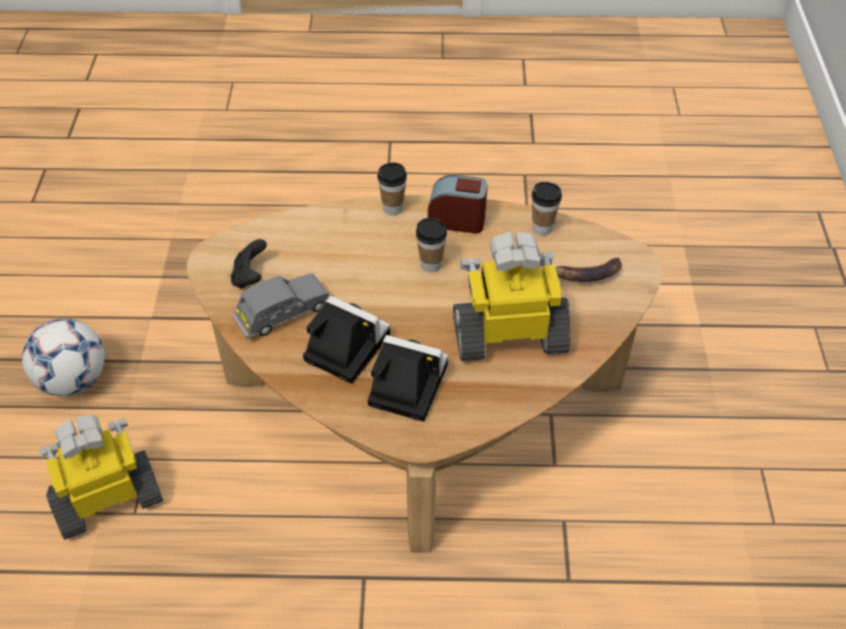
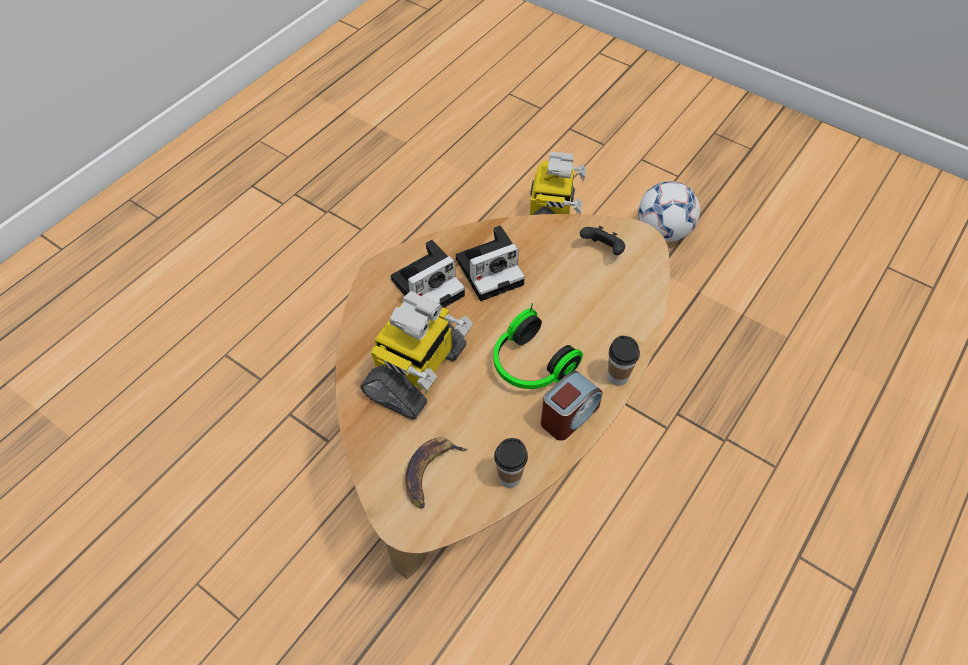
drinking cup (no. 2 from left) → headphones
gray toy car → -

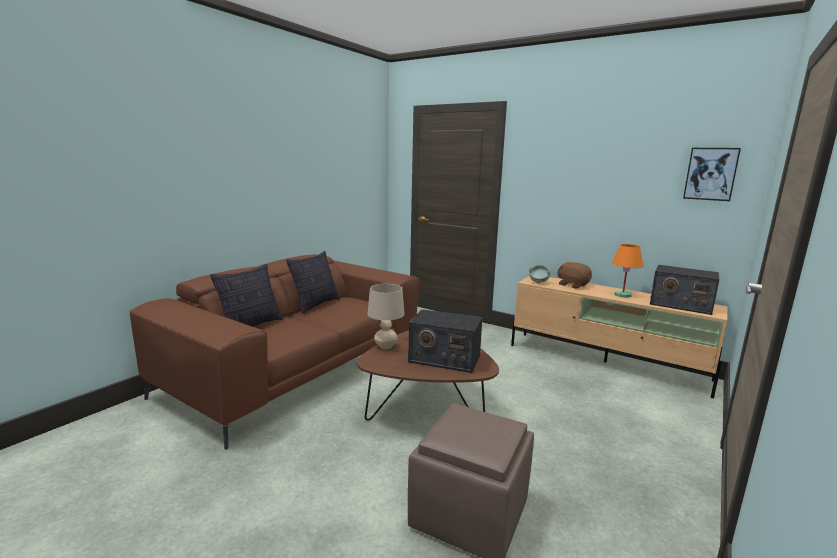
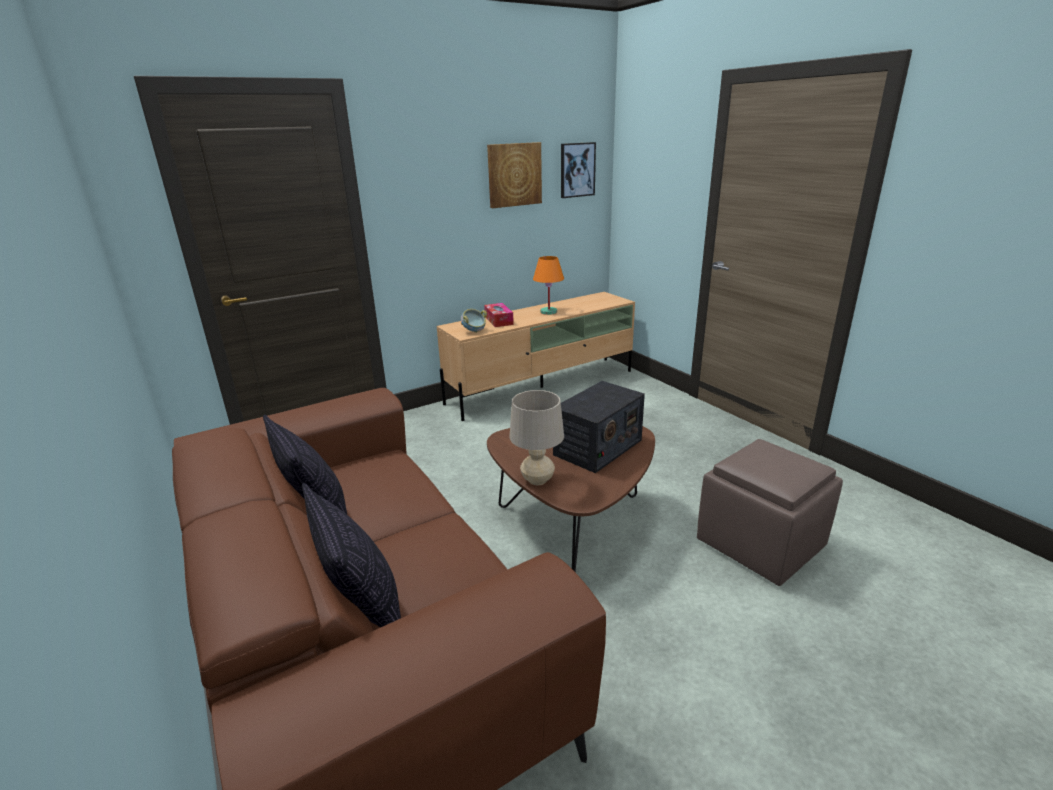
brown soft toy → tissue box
- → wall art (no. 1 from left)
radio (no. 2 from left) → -

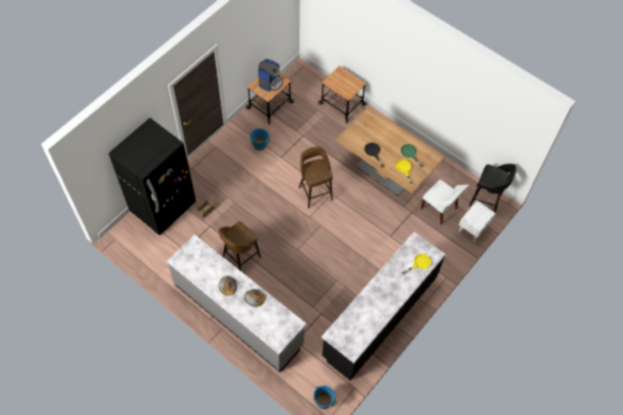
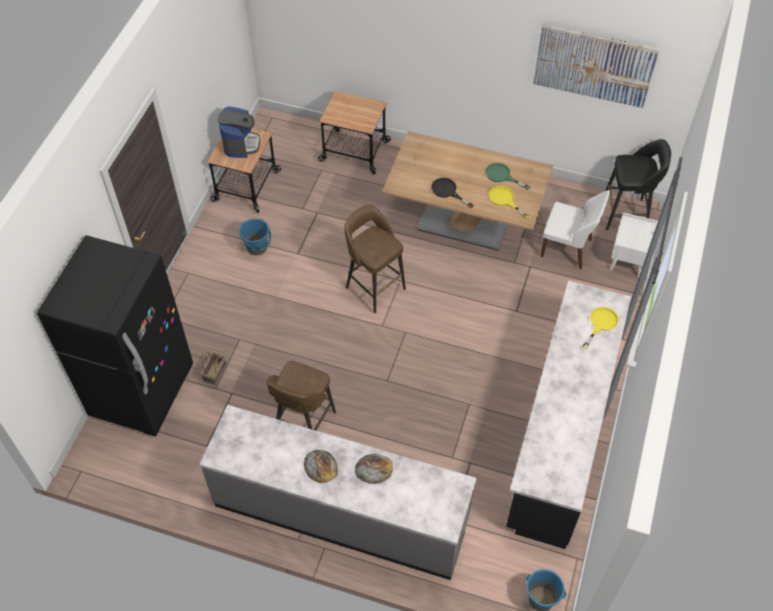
- → wall art

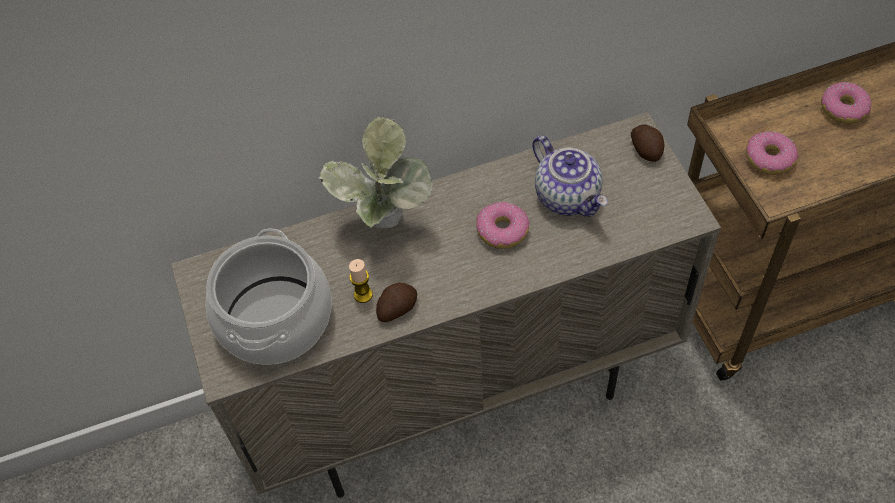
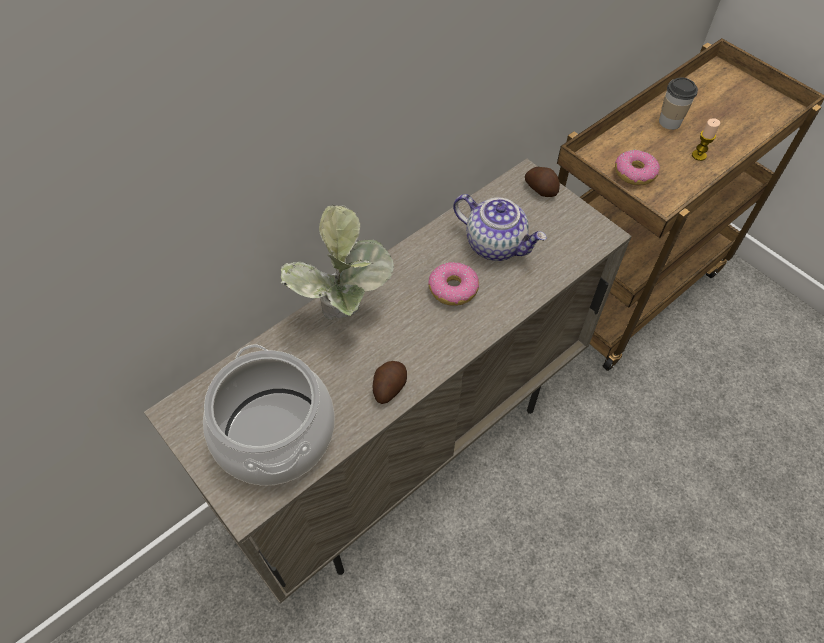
doughnut (no. 3 from left) → drinking cup
wax light, relocated

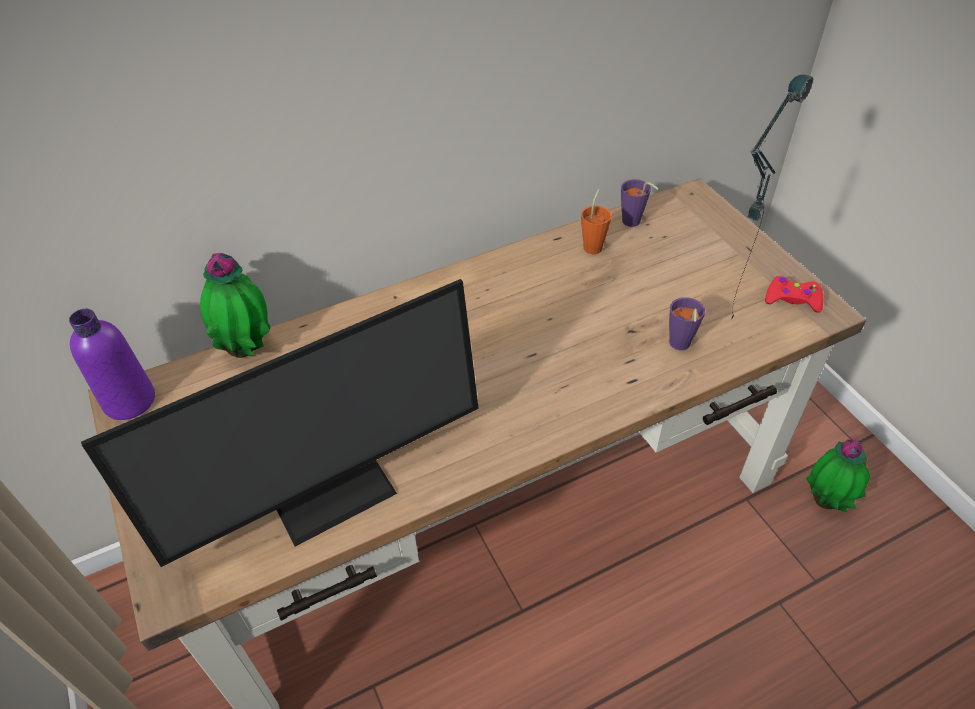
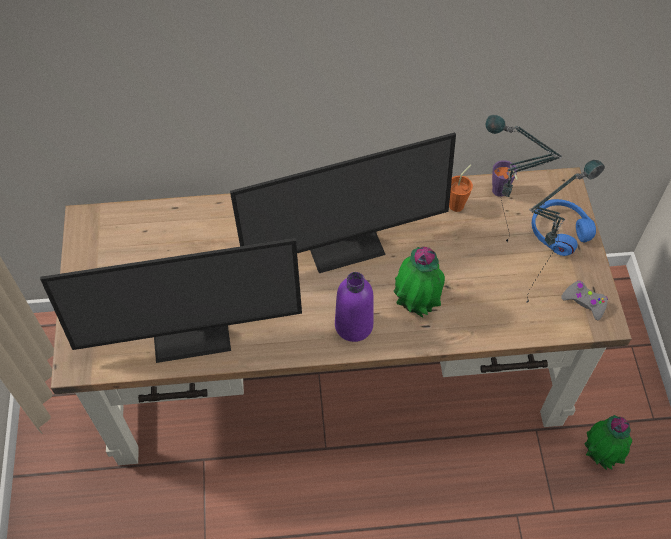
- → computer display (no. 2 from left)
purple-coloured bottle, relocated
houseplant (no. 1 from left), relocated
- → lamp for a table (no. 1 from left)
- → blue headphones
red joypad → gray joypad
purple-coloured drinking cup (no. 2 from left) → -

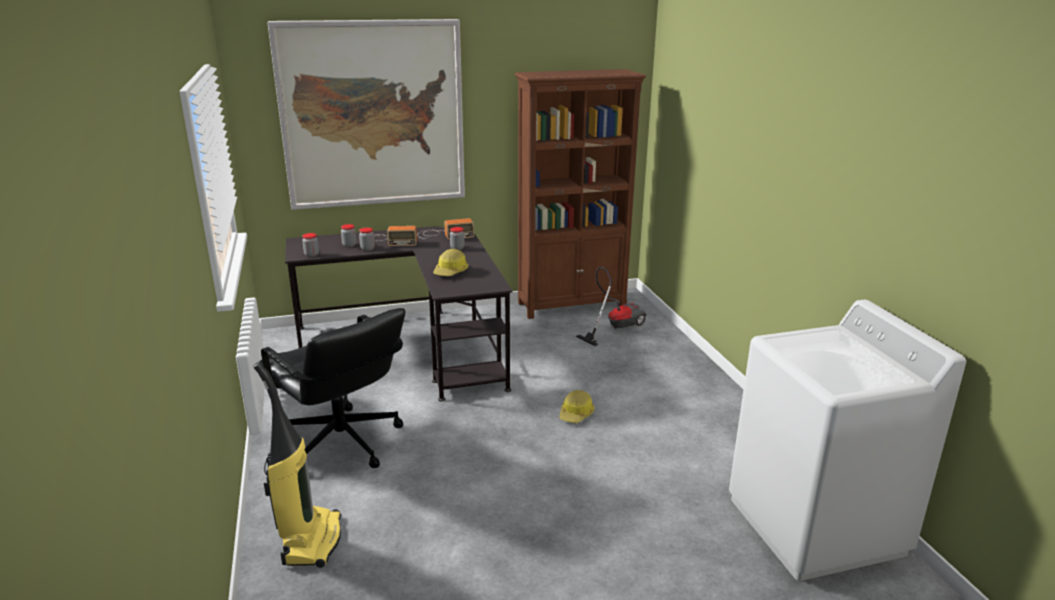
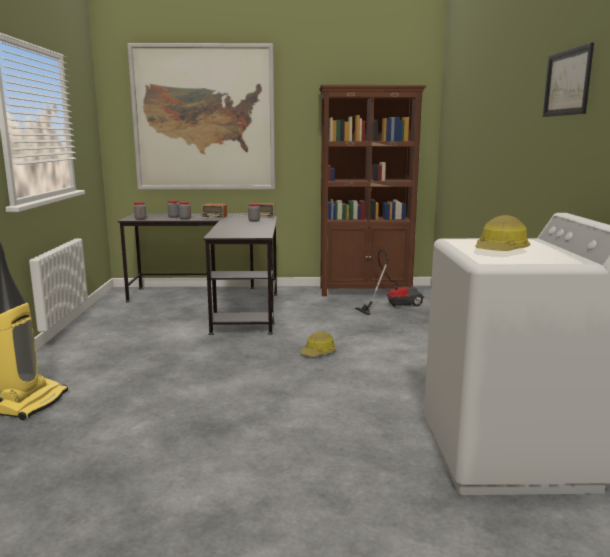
safety helmet (no. 1 from left in the first image) → safety helmet (no. 2 from left), relocated
- → wall art (no. 2 from left)
black computer chair → -

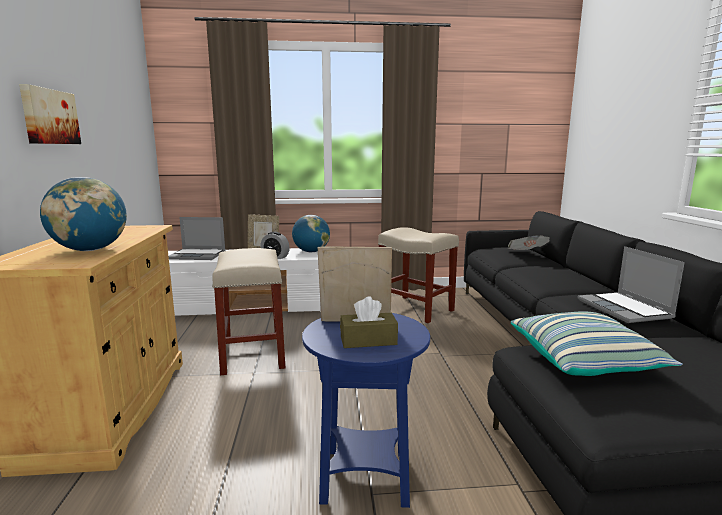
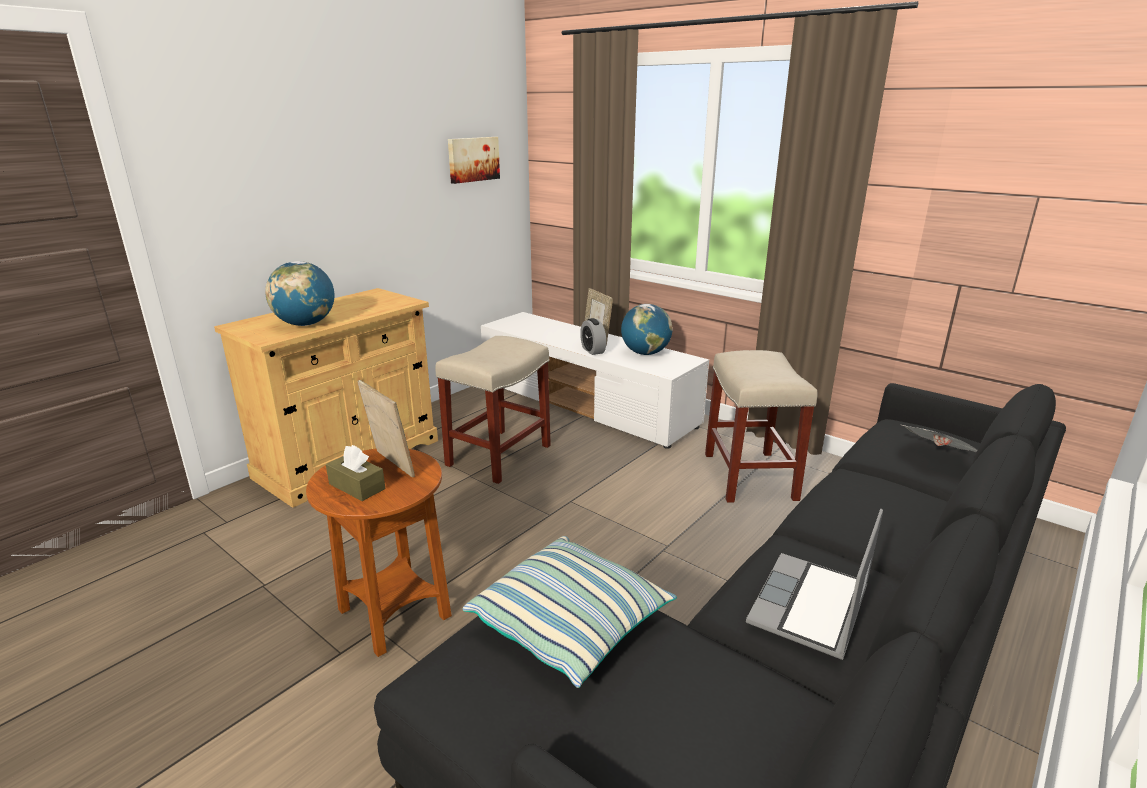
blue end table → brown end table
wall art, relocated
portable computer (no. 1 from left) → -

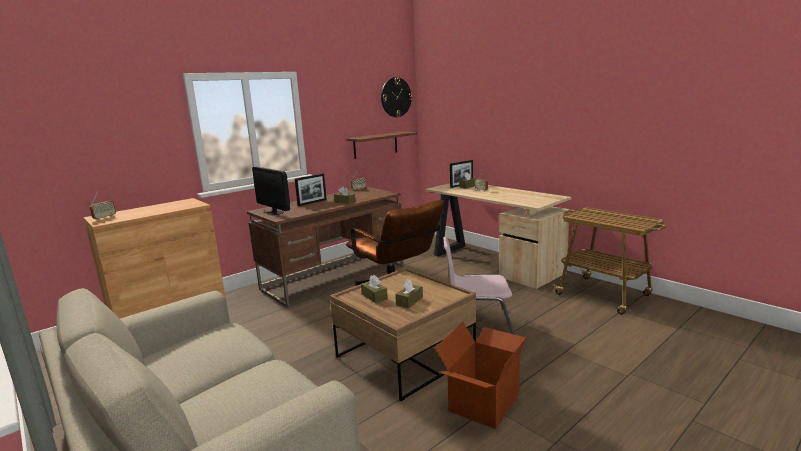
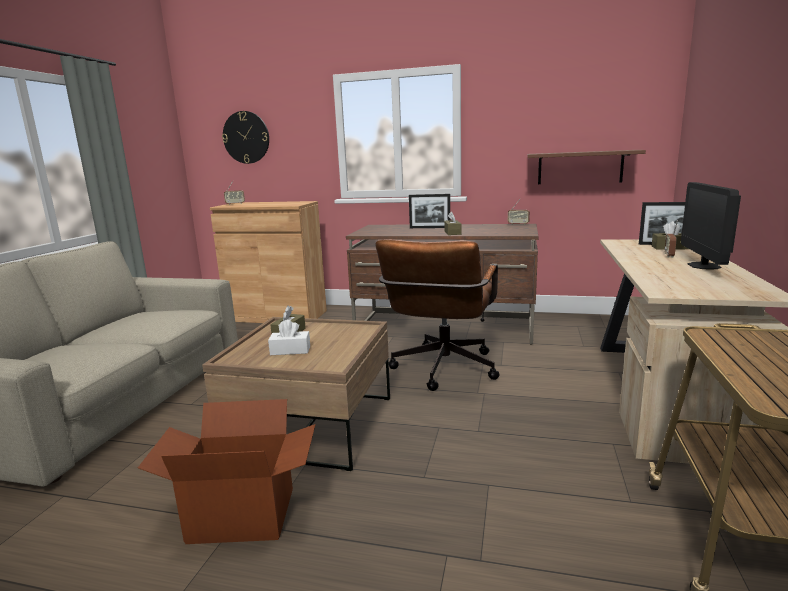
clock on the wall, relocated
brown tissue box (no. 3 from left) → white-coloured tissue box
computer display, relocated
pink-coloured chair → -

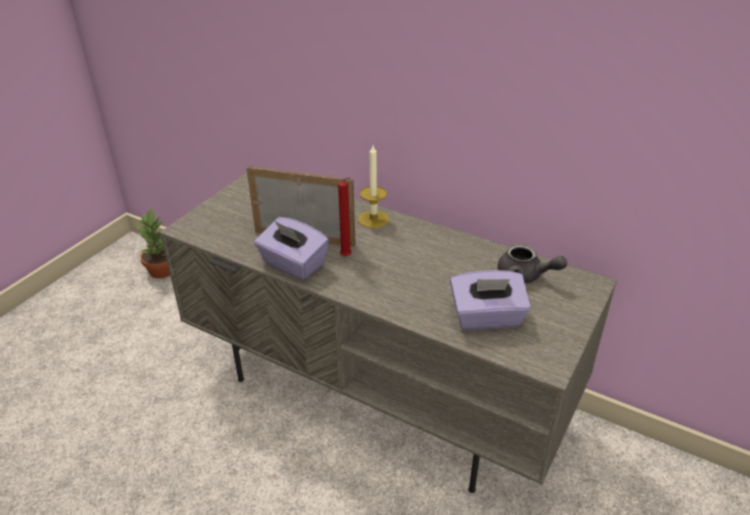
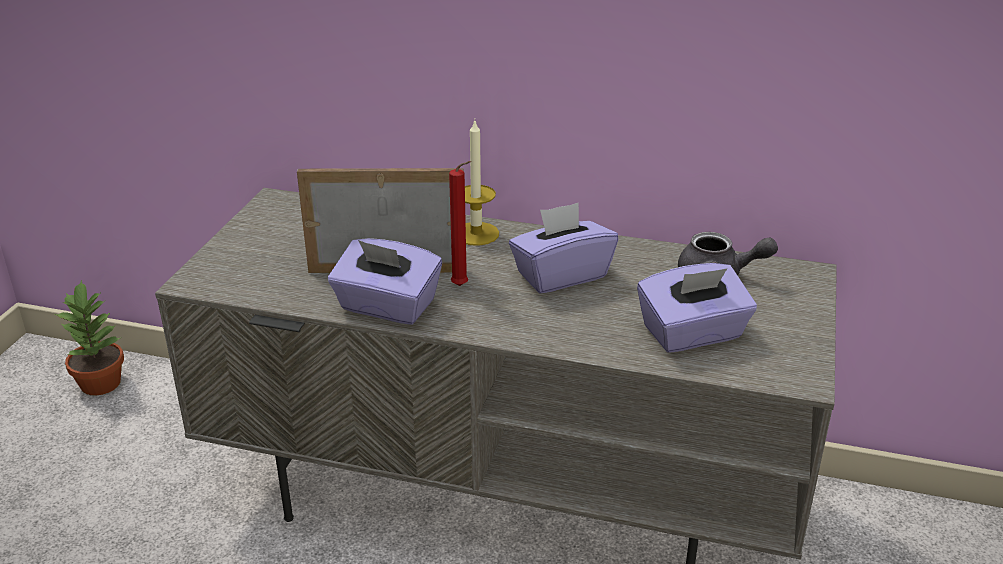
- → purple-coloured tissue box (no. 2 from left)

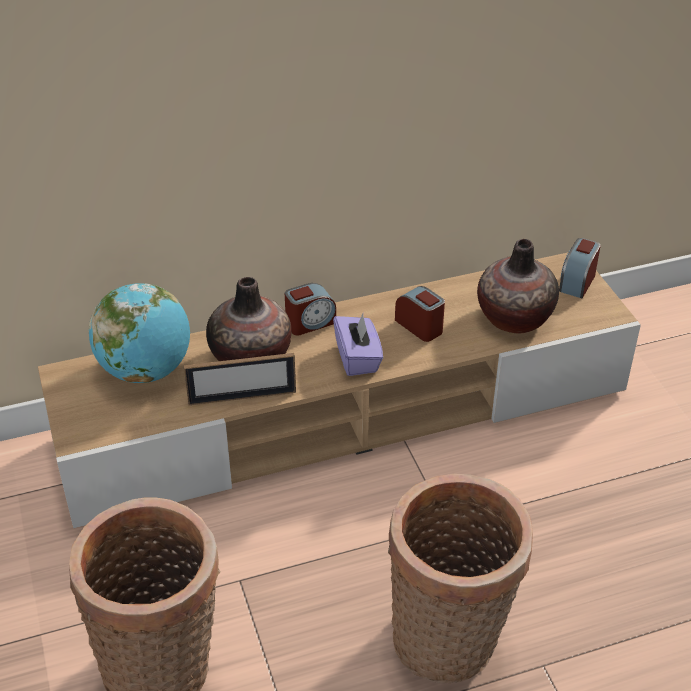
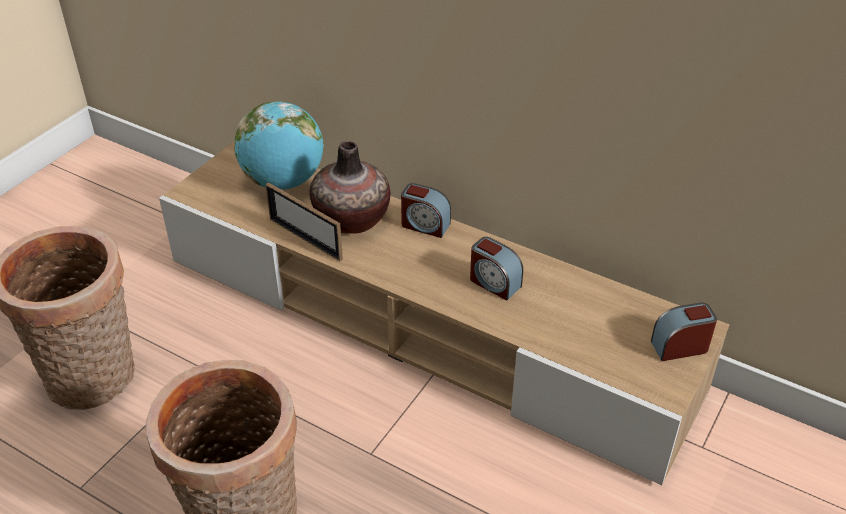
bedside clock (no. 2 from left), 120 degrees clockwise
purple-coloured tissue box → -
flower vase (no. 2 from left) → -

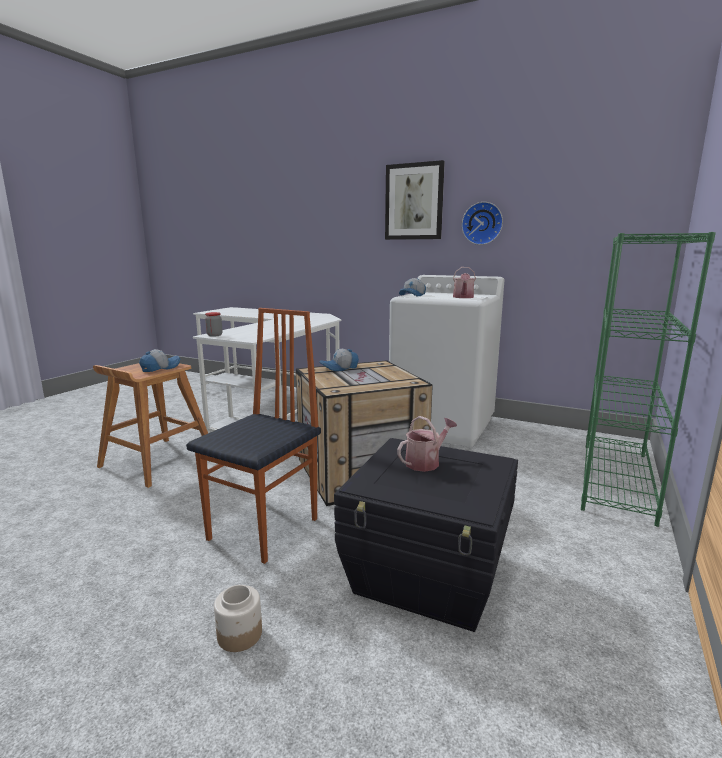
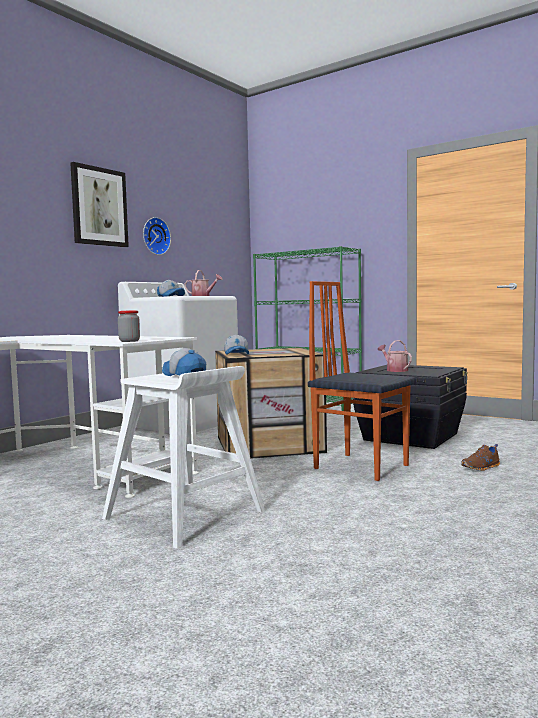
brown stool seat → white-coloured stool seat
jar (no. 2 from left) → brown shoe

